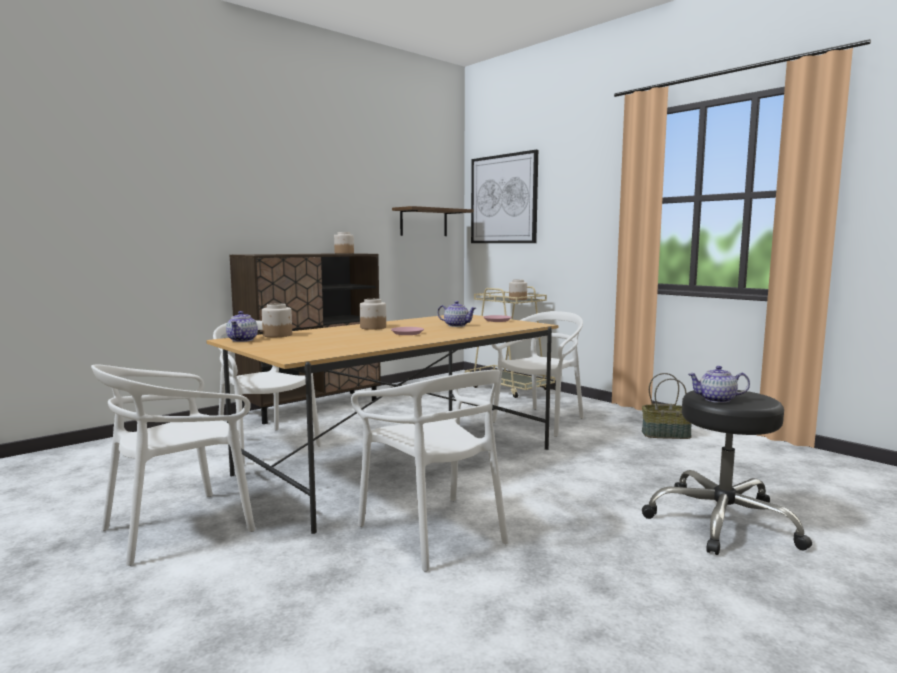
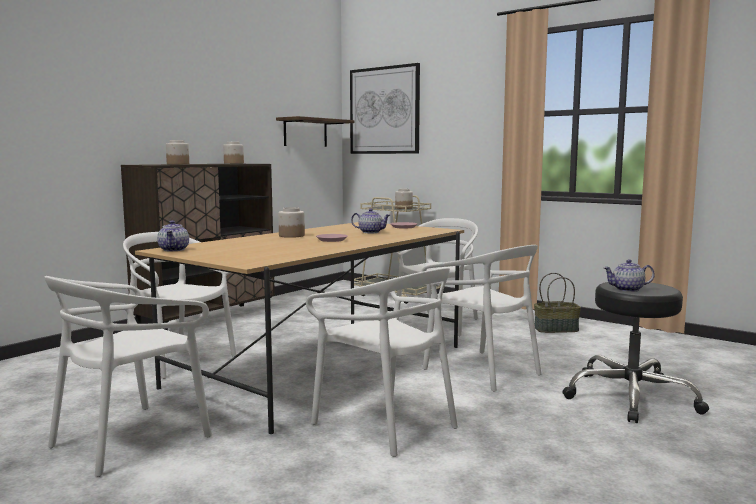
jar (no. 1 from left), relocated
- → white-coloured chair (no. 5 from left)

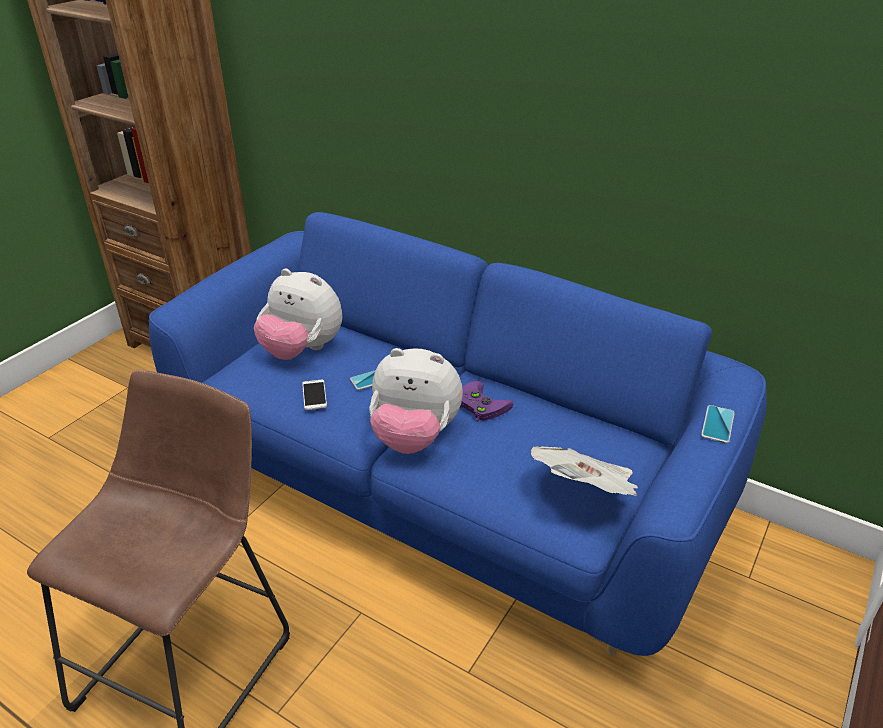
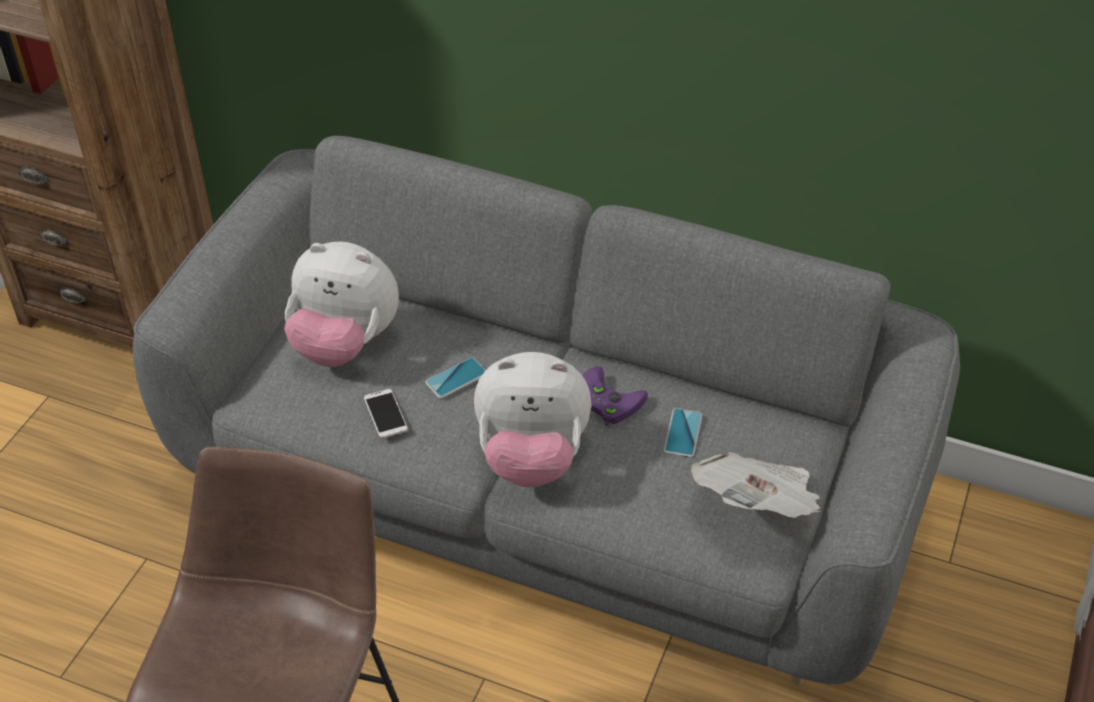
blue couch → gray couch
handset (no. 3 from left), relocated

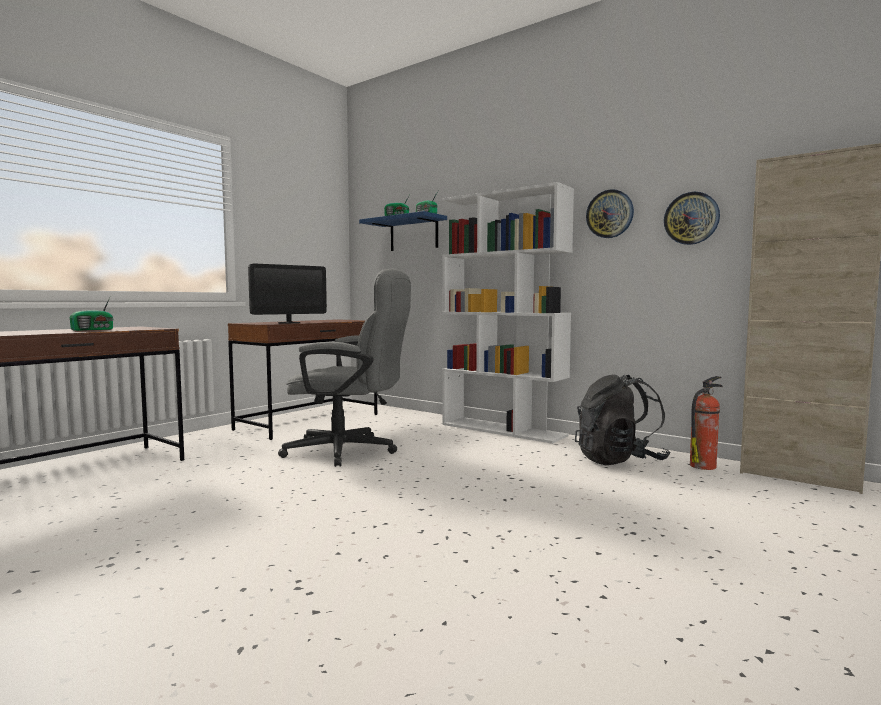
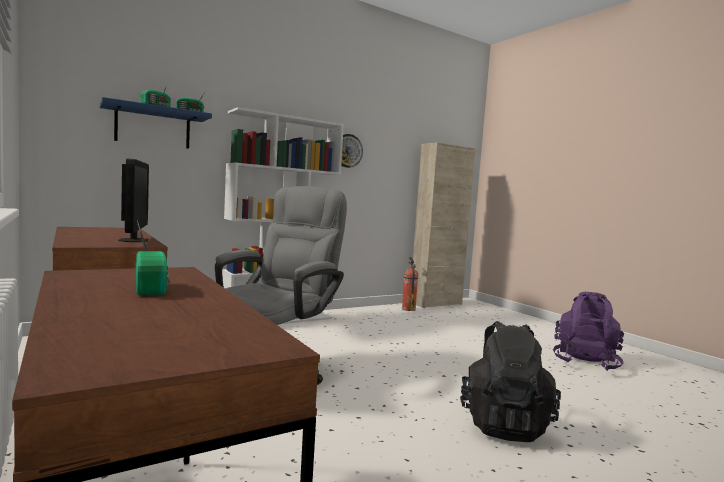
black backpack, relocated
- → purple-coloured backpack
clock on the wall (no. 2 from left) → -

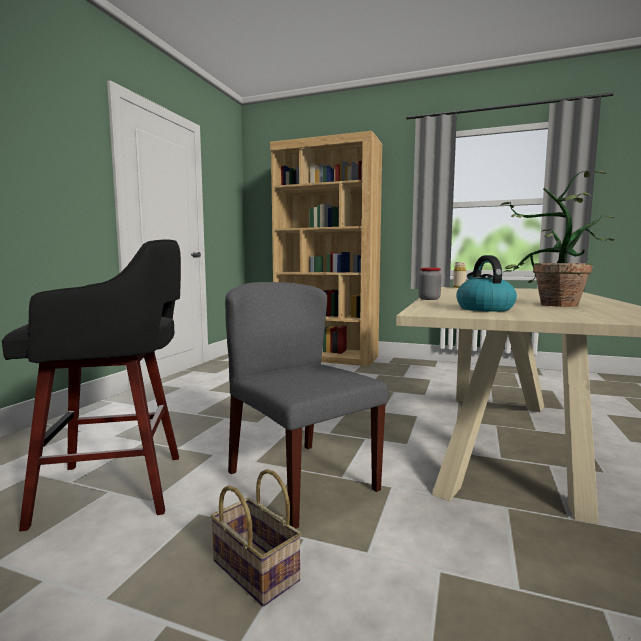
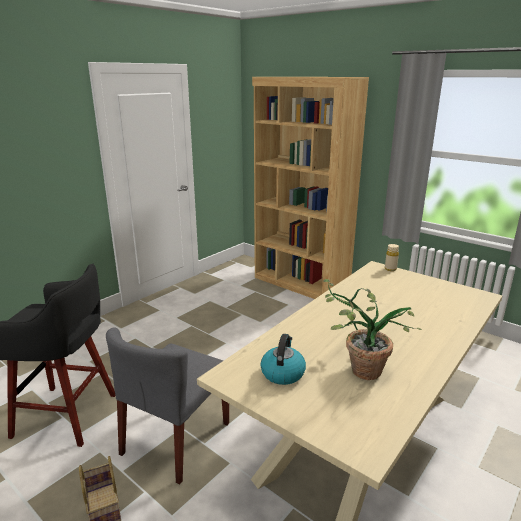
gray chair, 135 degrees counterclockwise
jar → -

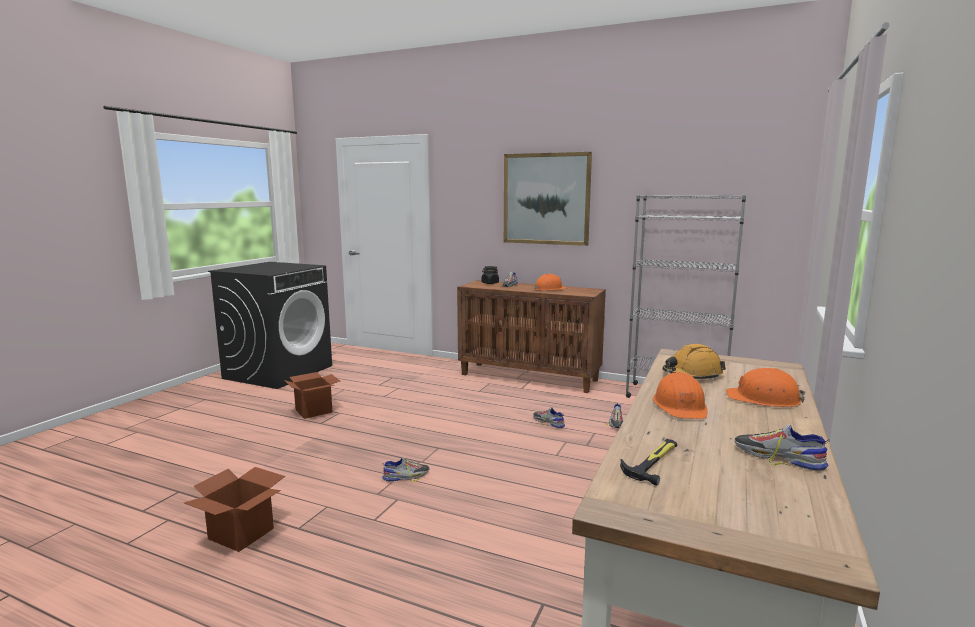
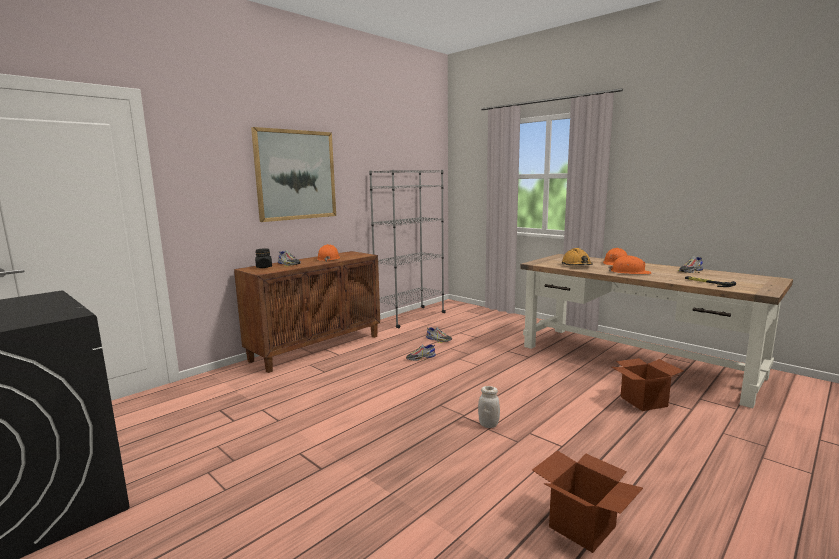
shoe (no. 1 from left) → white-coloured jar
packing box (no. 2 from left), relocated

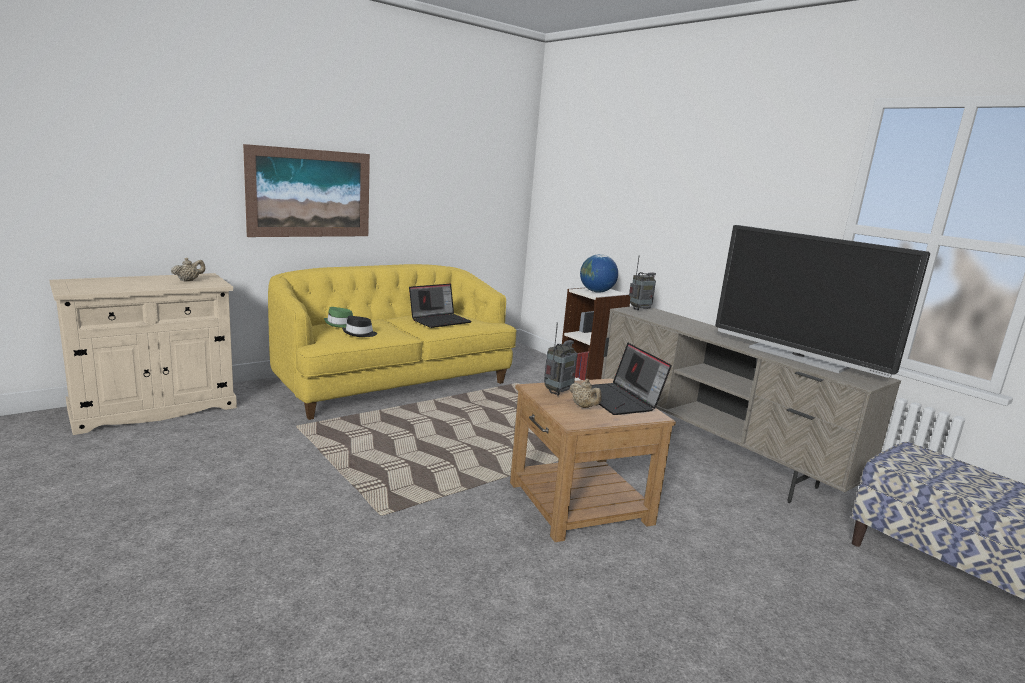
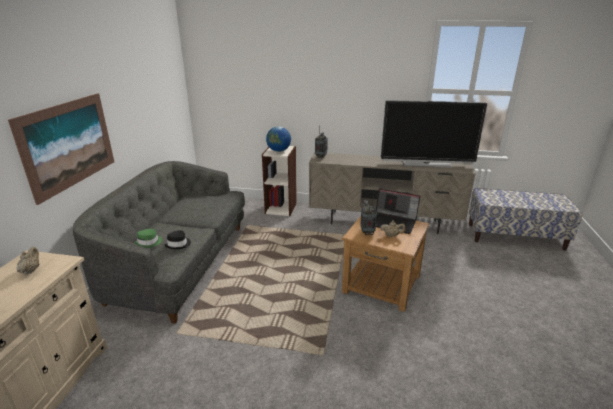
yellowish couch → gray couch
portable computer (no. 1 from left) → -

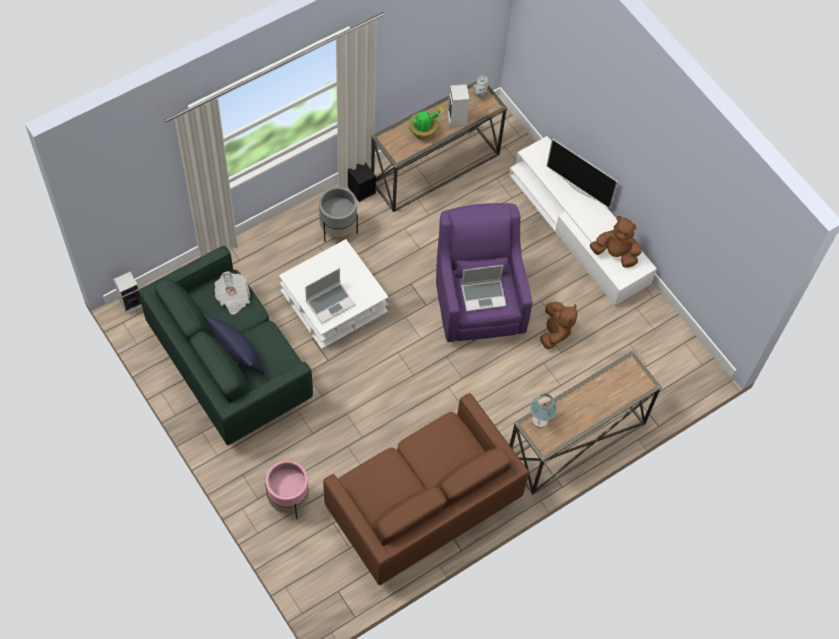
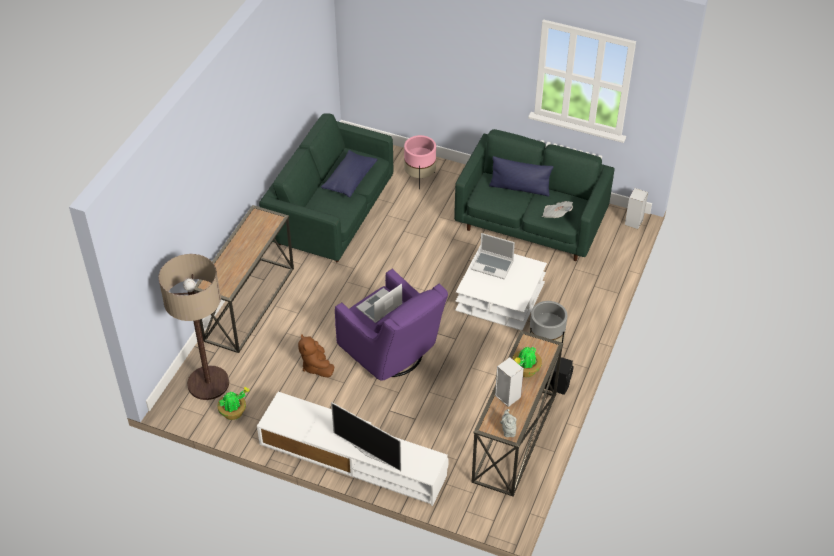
- → standing lamp
- → houseplant (no. 1 from left)
brown couch → green-coloured couch (no. 1 from left)
- → blue throw pillow (no. 1 from left)
TV set, 150 degrees counterclockwise
portable computer (no. 1 from left in the first image) → portable computer (no. 2 from left), 90 degrees counterclockwise
lamp for a table → -
brown soft toy (no. 2 from left) → -

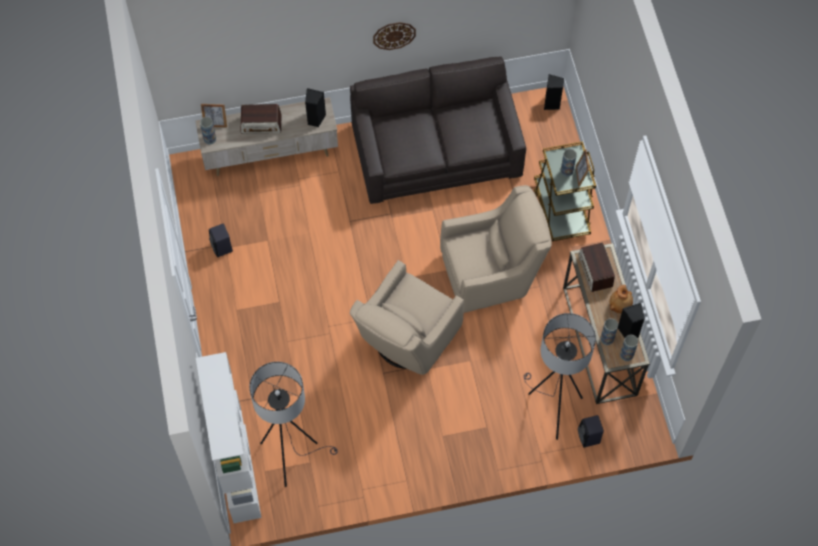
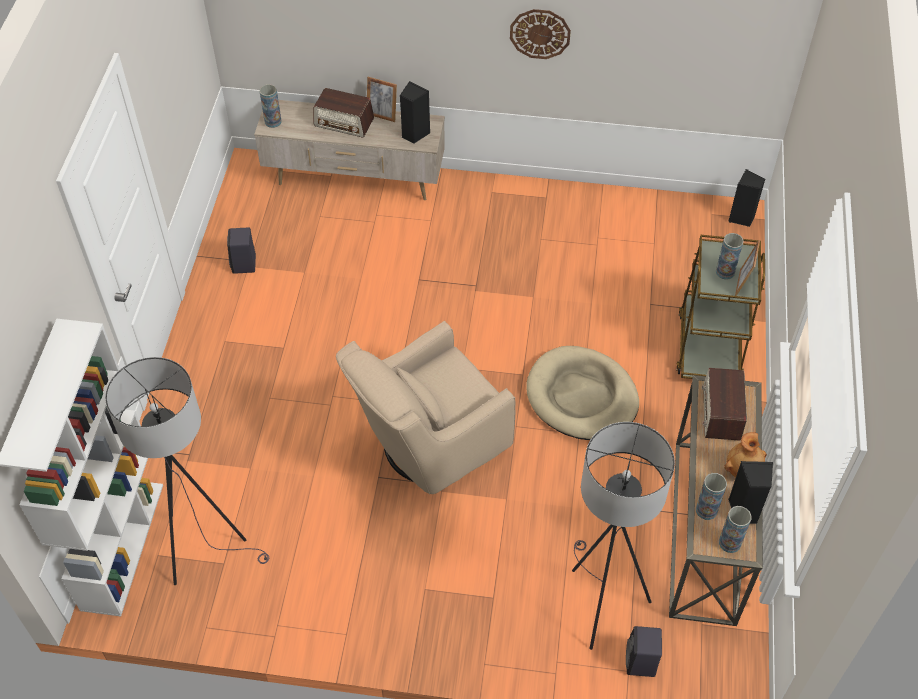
standing frame (no. 1 from left), relocated
sand-coloured armchair (no. 2 from left) → sand-coloured dog bed
gray couch → -

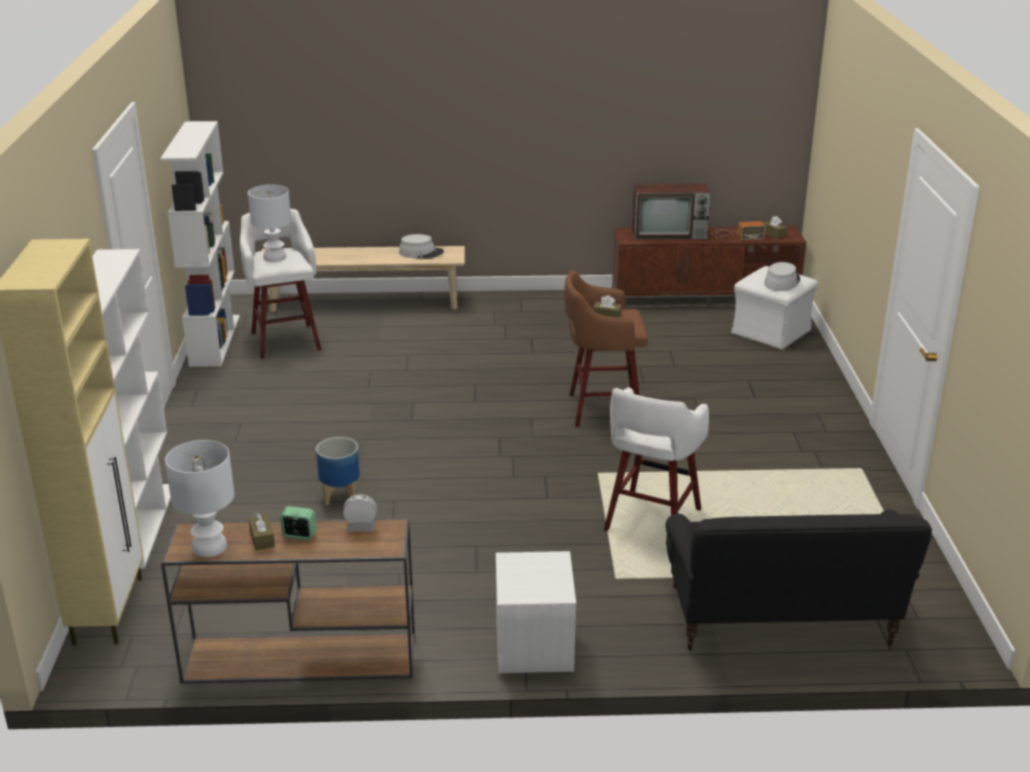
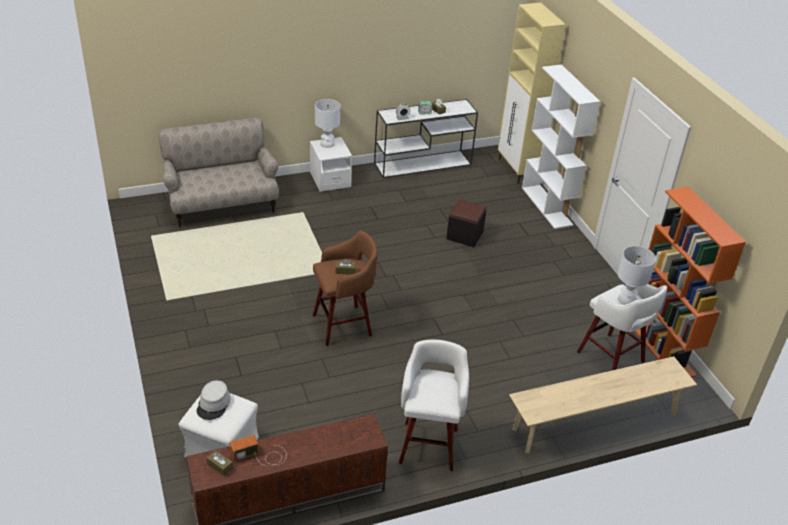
black couch → sand-coloured couch
white-coloured lamp for a table (no. 1 from left), relocated
brown narrow table → white-coloured narrow table
white-coloured stool seat (no. 2 from left in the first image) → white-coloured stool seat (no. 1 from left), relocated
plant pot → black pouffe
white-coloured shelving unit (no. 2 from left) → orange shelving unit
gray wearable hat (no. 1 from left) → -
TV set → -

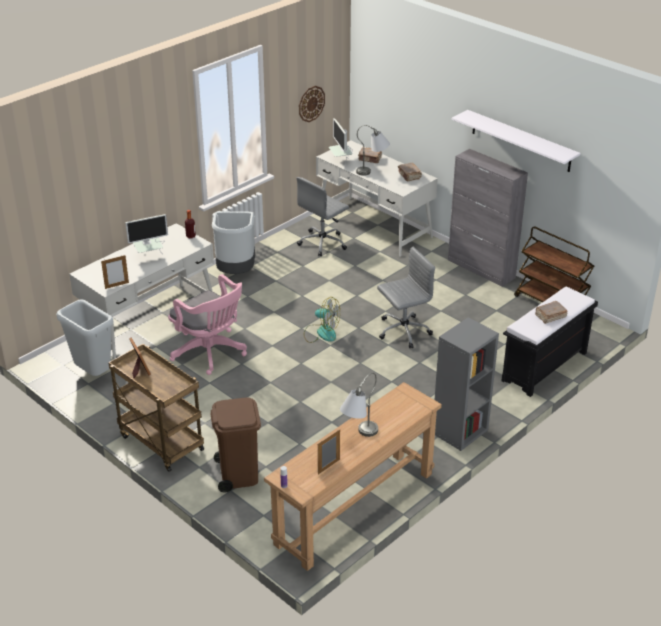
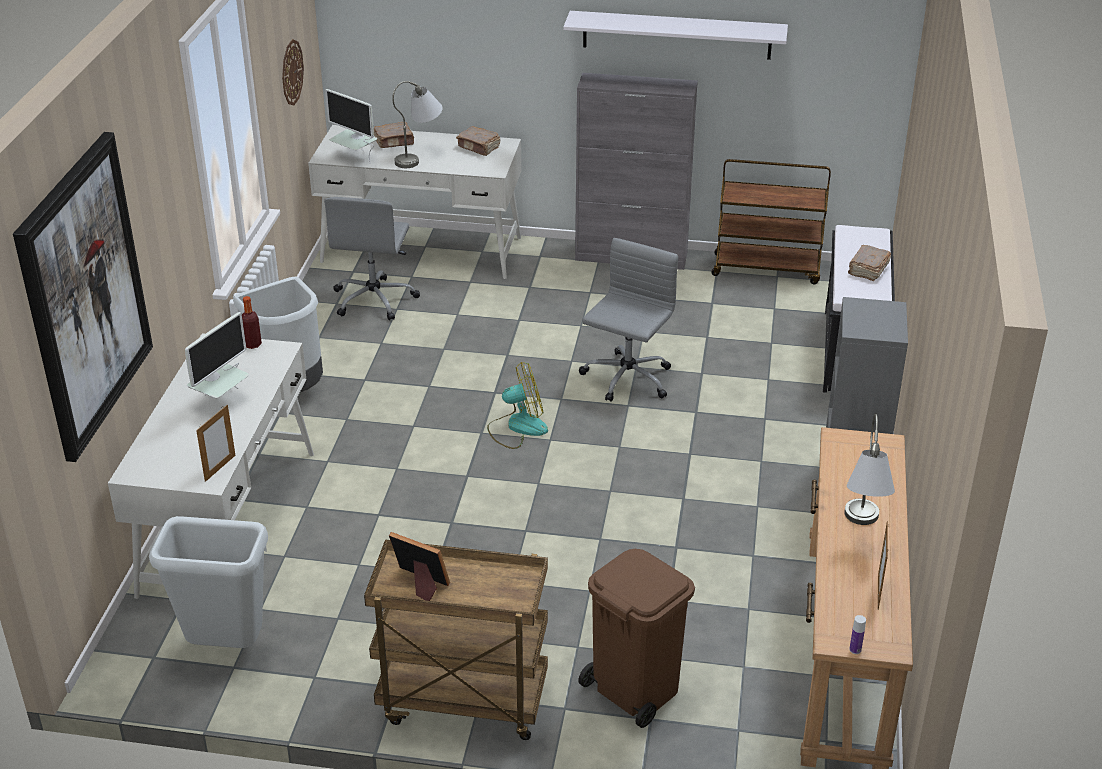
- → wall art
pink-coloured computer chair → -

